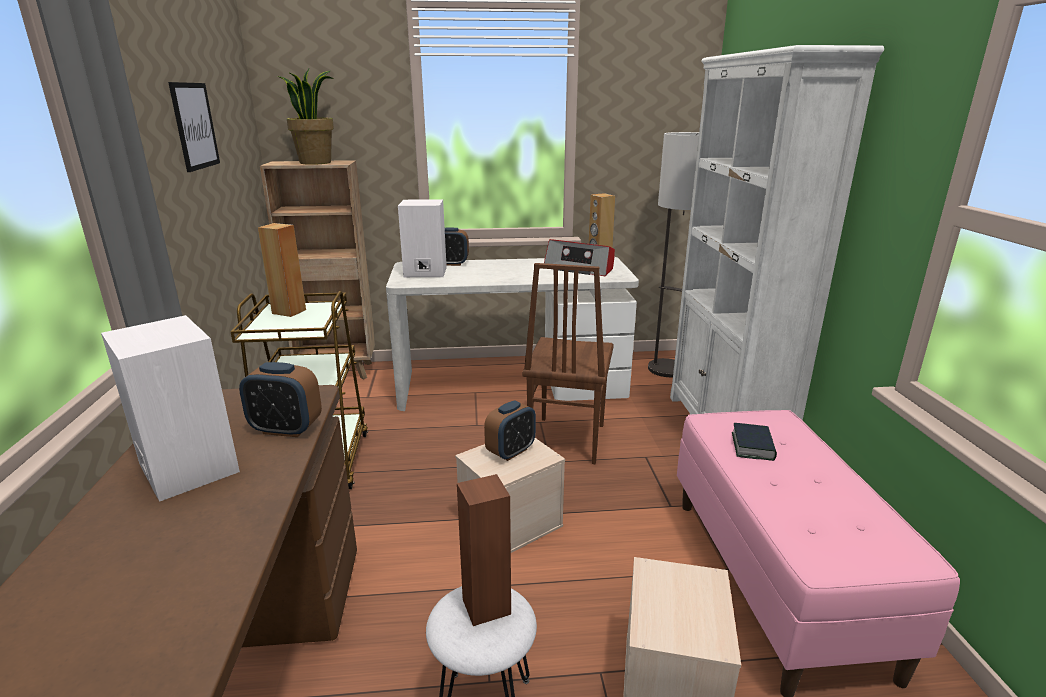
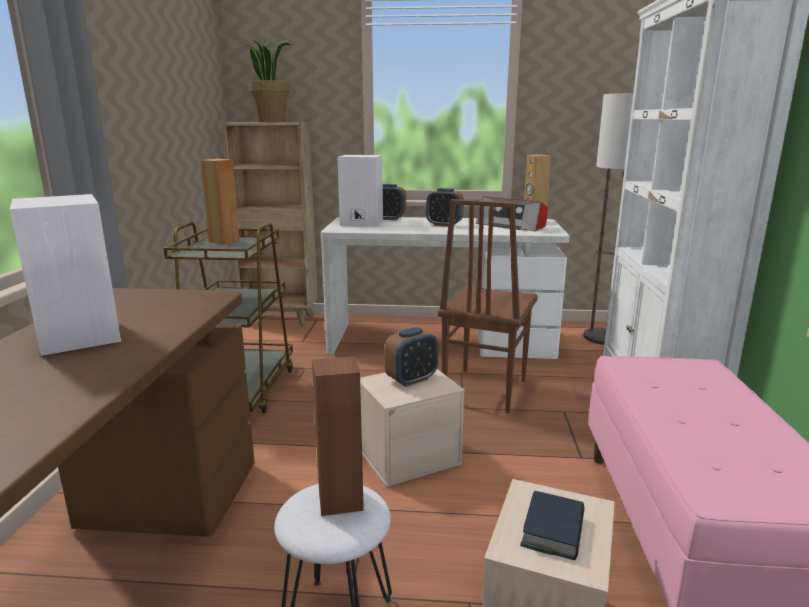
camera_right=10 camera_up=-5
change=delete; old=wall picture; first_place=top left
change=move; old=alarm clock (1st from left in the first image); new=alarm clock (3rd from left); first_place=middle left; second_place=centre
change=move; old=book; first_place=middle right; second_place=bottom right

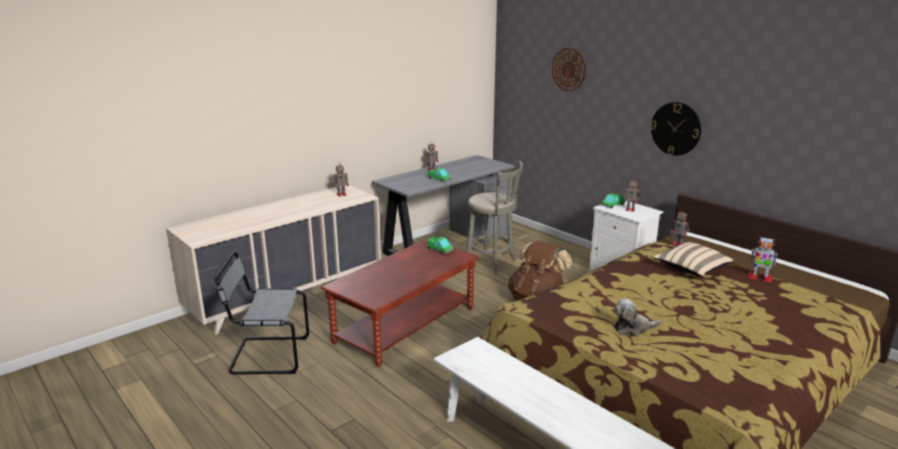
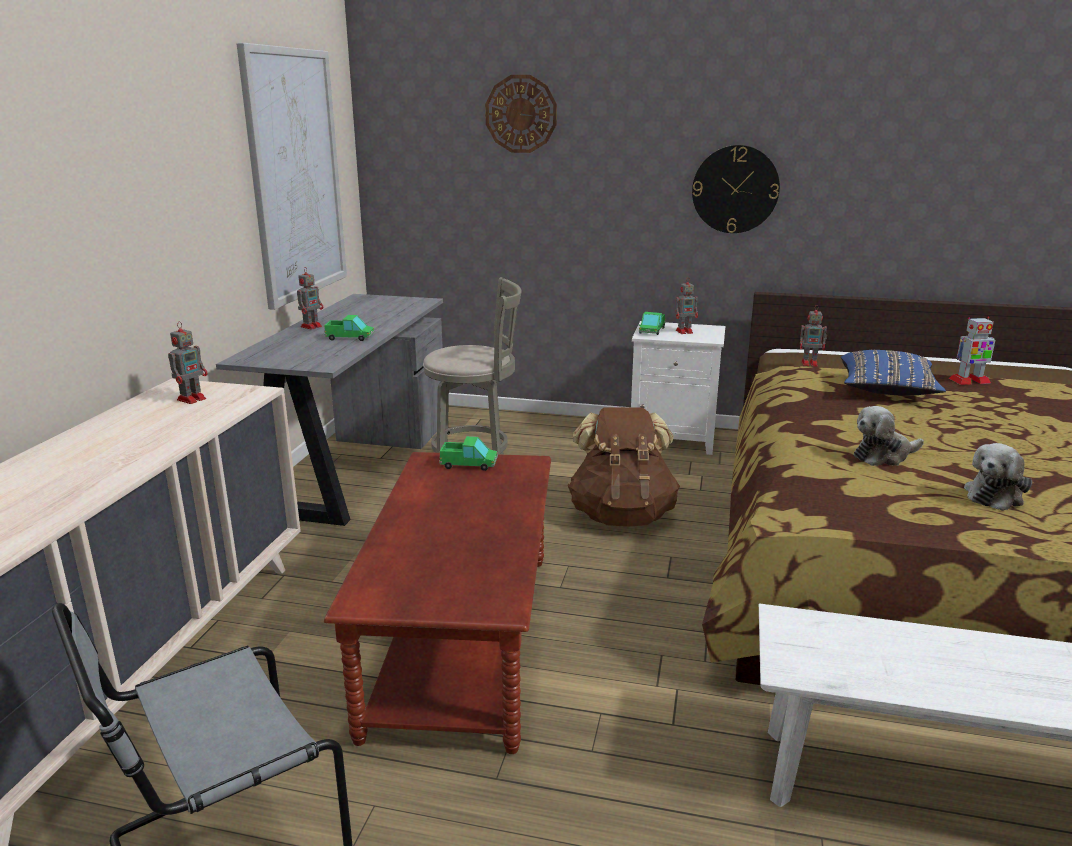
camera_right=-35 camera_up=0
change=insert; new=wall picture; second_place=top left
change=insert; new=soft toy (1st from left); second_place=middle right
change=recolor; old=beige-coloured pillow; new=blue pillow; first_place=middle right; second_place=middle right

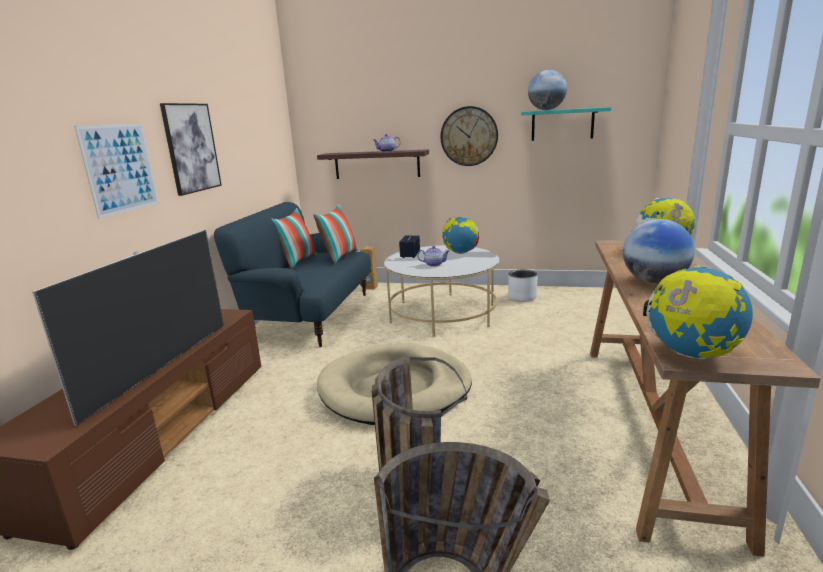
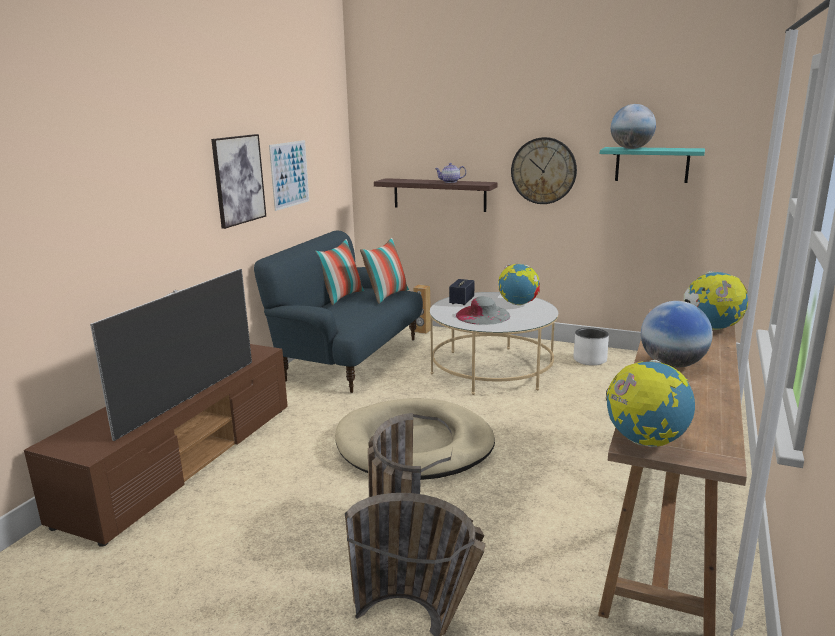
camera_right=10 camera_up=0
change=move; old=wall picture (1st from left in the first image); new=wall picture (2nd from left); first_place=top left; second_place=top centre
change=replace; old=pot for tea (2nd from left); new=grey clothing hat; first_place=centre; second_place=centre

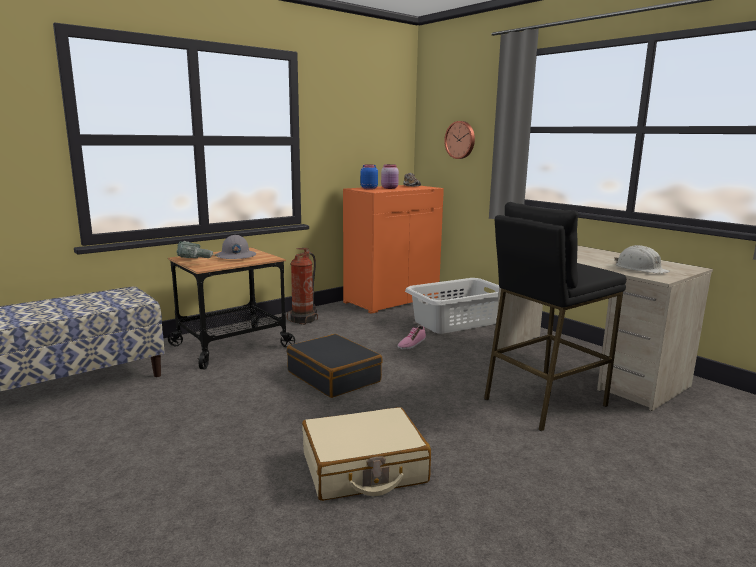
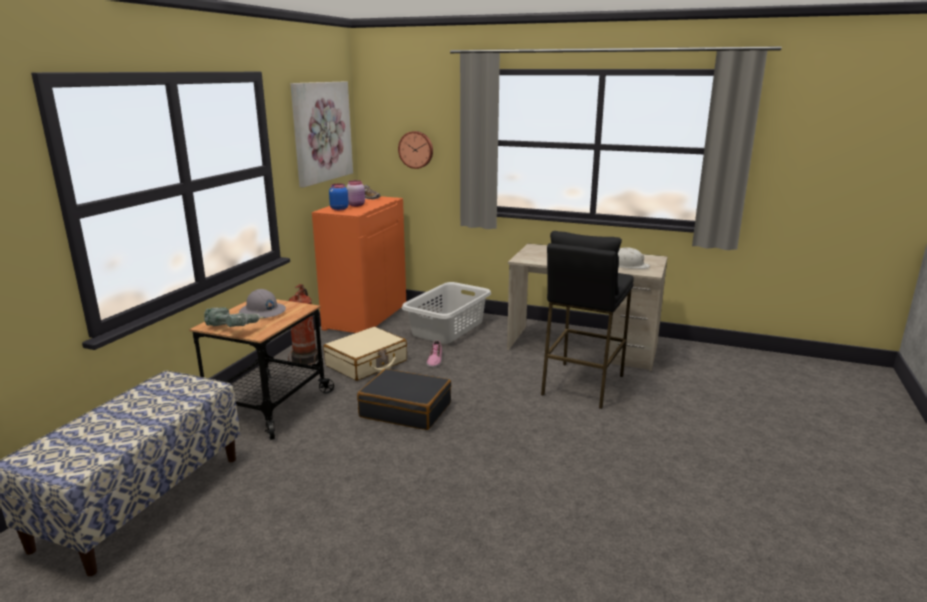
camera_right=-30 camera_up=5
change=insert; new=wall picture; second_place=top centre
change=move; old=beige-coloured piece of luggage; first_place=bottom centre; second_place=centre

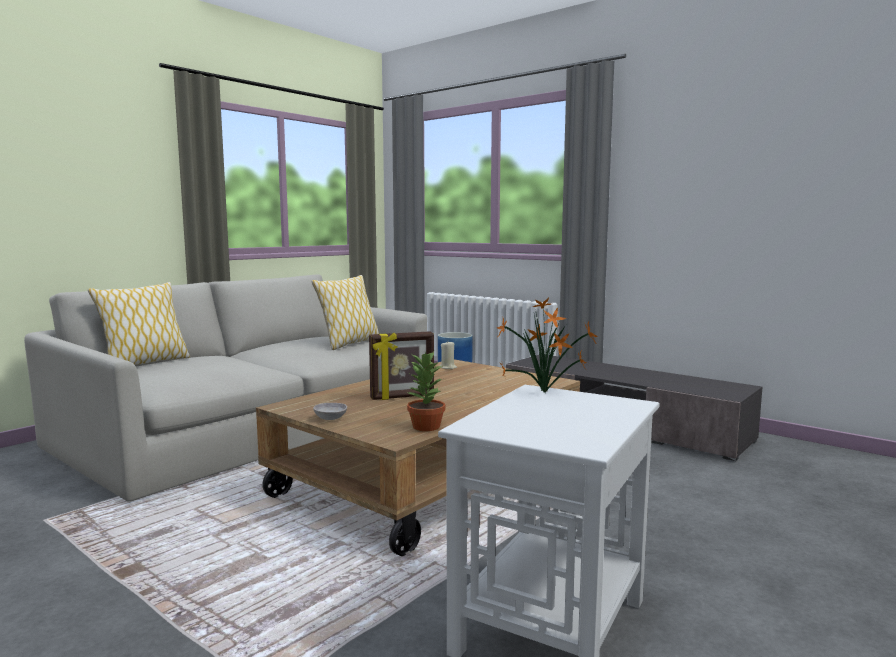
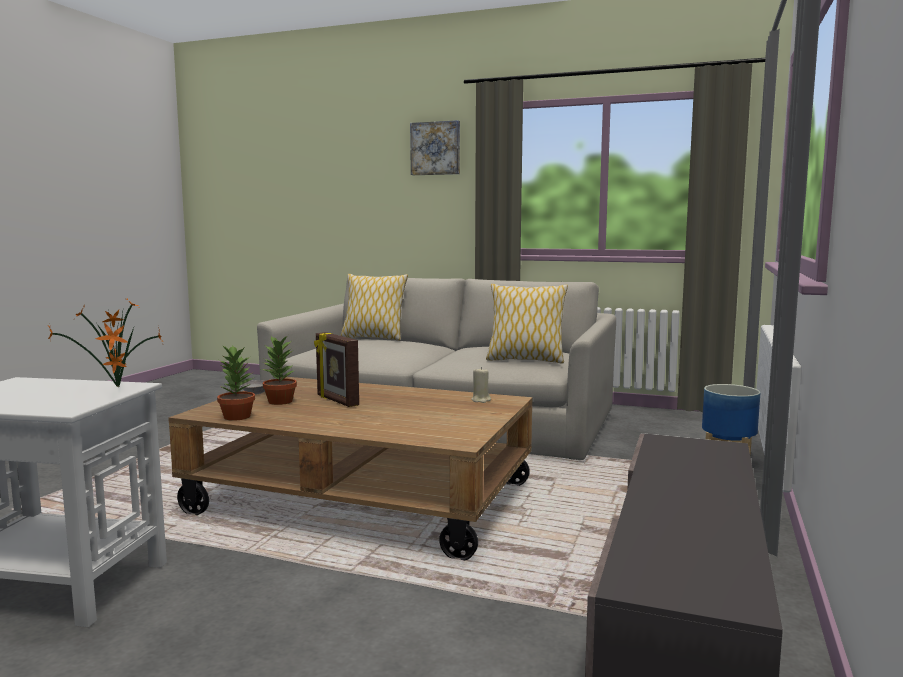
camera_right=70 camera_up=0
change=insert; new=houseplant (3rd from left); second_place=middle left
change=insert; new=wall picture; second_place=top centre

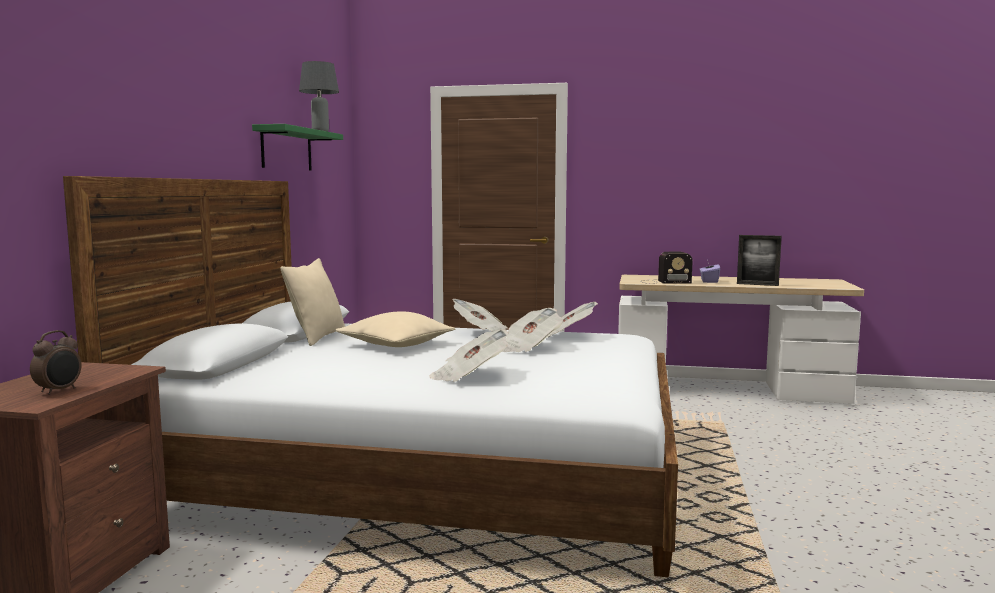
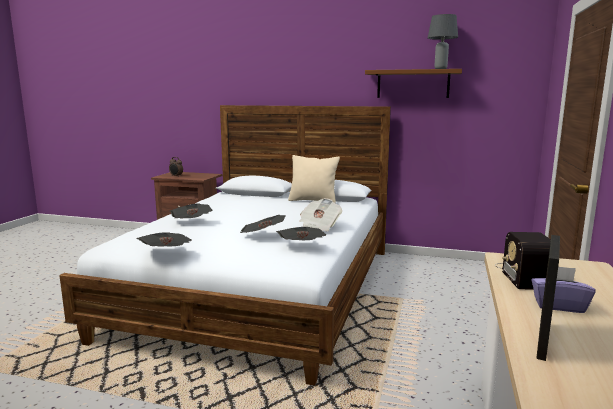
camera_right=95 camera_up=5
change=delete; old=beige-coloured pillow (2nd from left); first_place=centre
change=insert; new=daily paper (1st from left); second_place=middle left
change=recolor; old=green-coloured wall shelf; new=brownish wall shelf; first_place=top left; second_place=top right

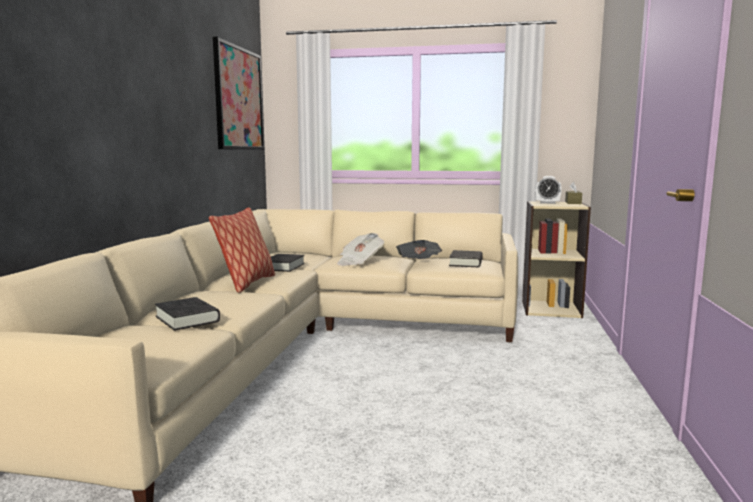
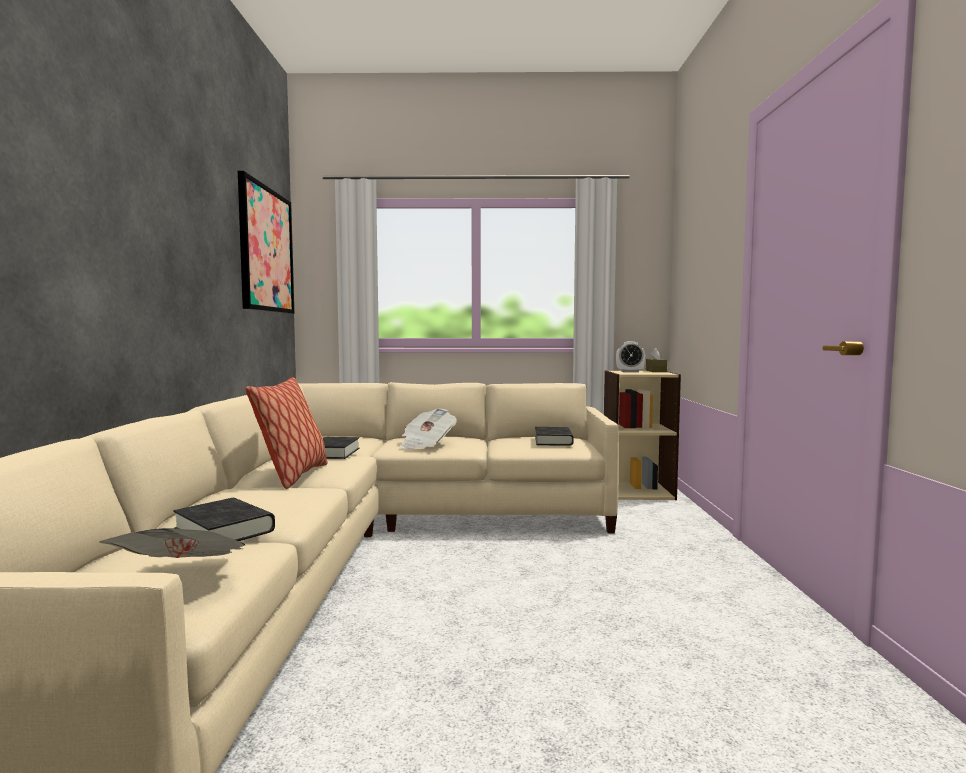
camera_right=-10 camera_up=-5
change=move; old=daily paper (2nd from left in the first image); new=daily paper (1st from left); first_place=centre; second_place=bottom left

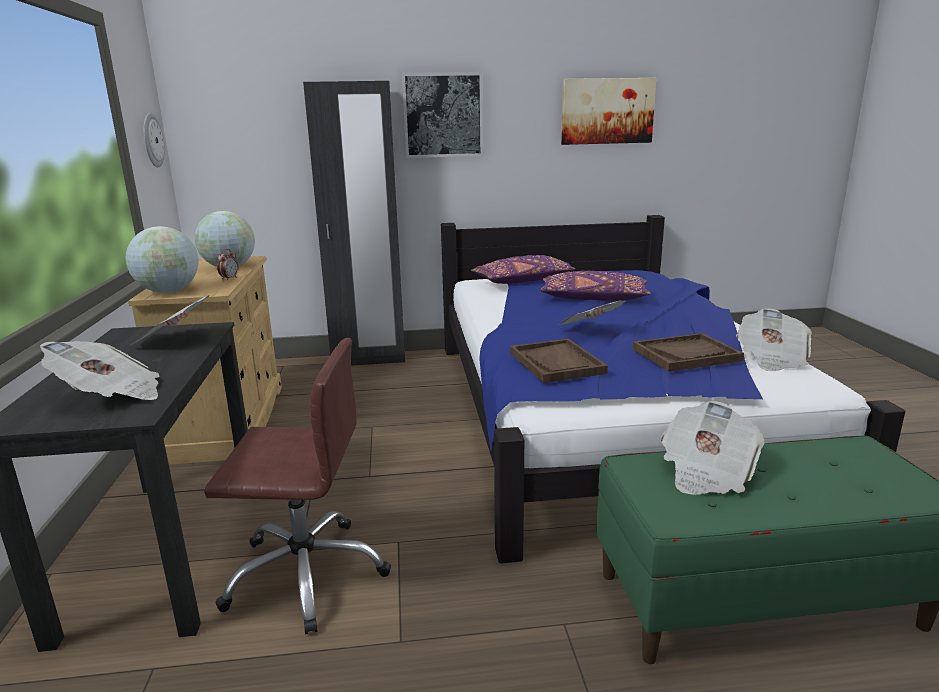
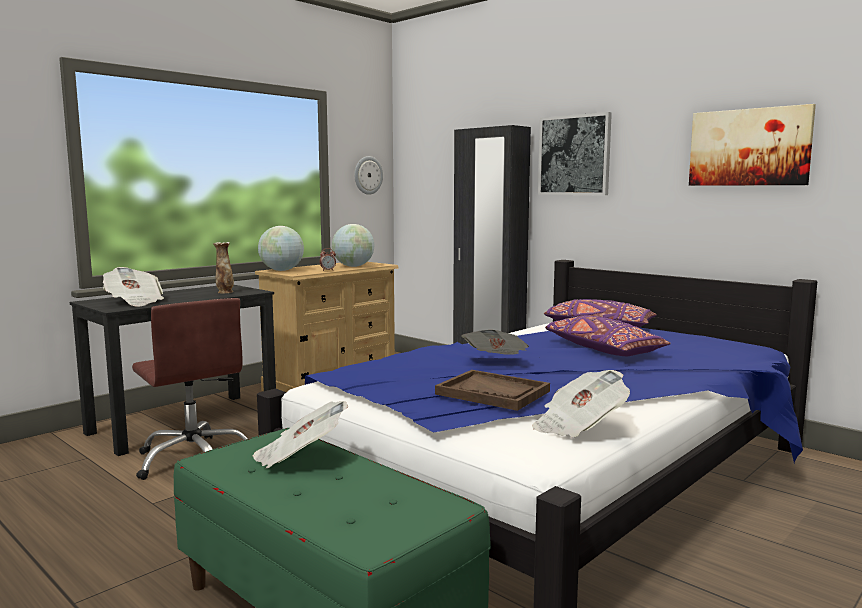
camera_right=50 camera_up=-10
change=delete; old=brownish serving tray (1st from left); first_place=centre
change=replace; old=daily paper (2nd from left); new=flower vase; first_place=middle left; second_place=middle left

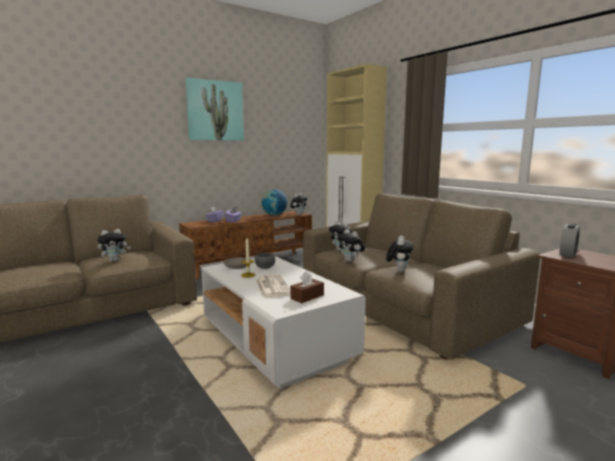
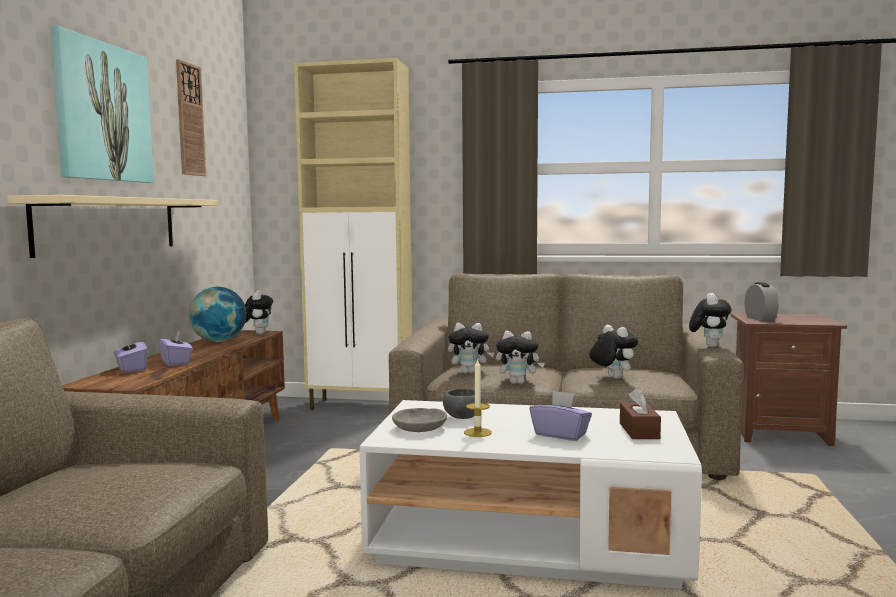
camera_right=-45 camera_up=-5
change=insert; new=beige-coloured wall shelf; second_place=middle left
change=insert; new=hanging clock; second_place=top left
change=move; old=soft toy (1st from left in the first image); new=soft toy (5th from left); first_place=middle left; second_place=middle right
change=replace; old=daily paper; new=purplish tissue box (3rd from left); first_place=centre; second_place=bottom centre

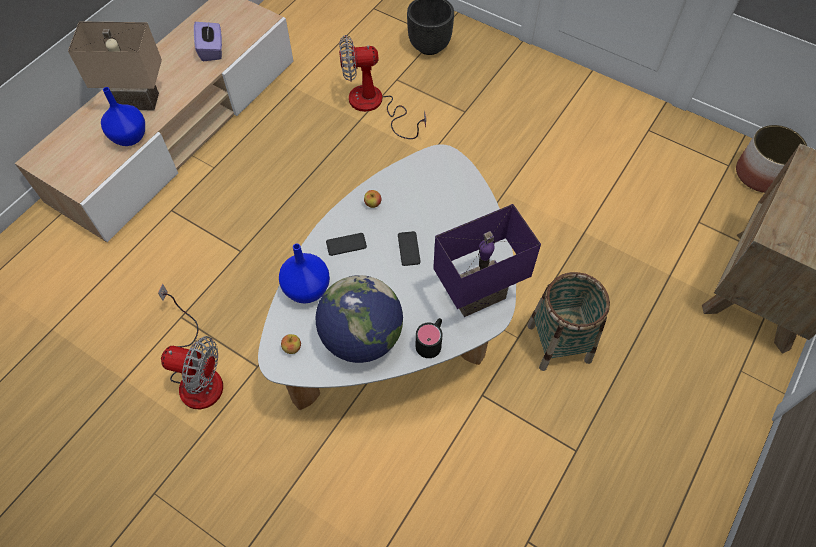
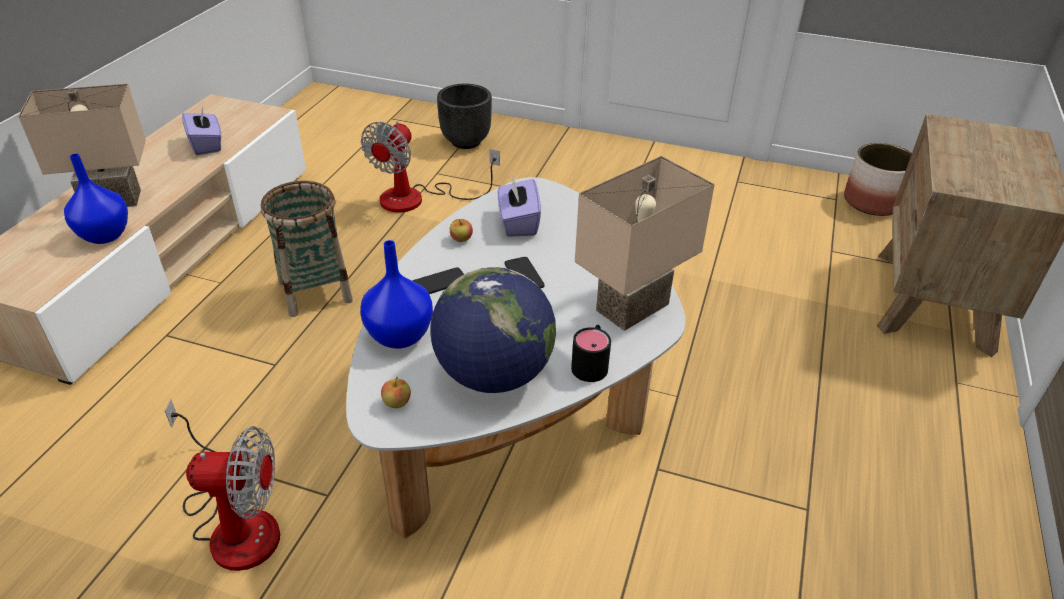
camera_right=-15 camera_up=-20
change=insert; new=purplish tissue box (2nd from left); second_place=centre
change=move; old=basket; first_place=middle right; second_place=middle left
change=recolor; old=purplish lamp for a table; new=beige-coloured lamp for a table (2nd from left); first_place=centre; second_place=centre
change=rotate; old=electric fan (2nd from left); first_place=top centre; second_place=top centre; degrees=-45

